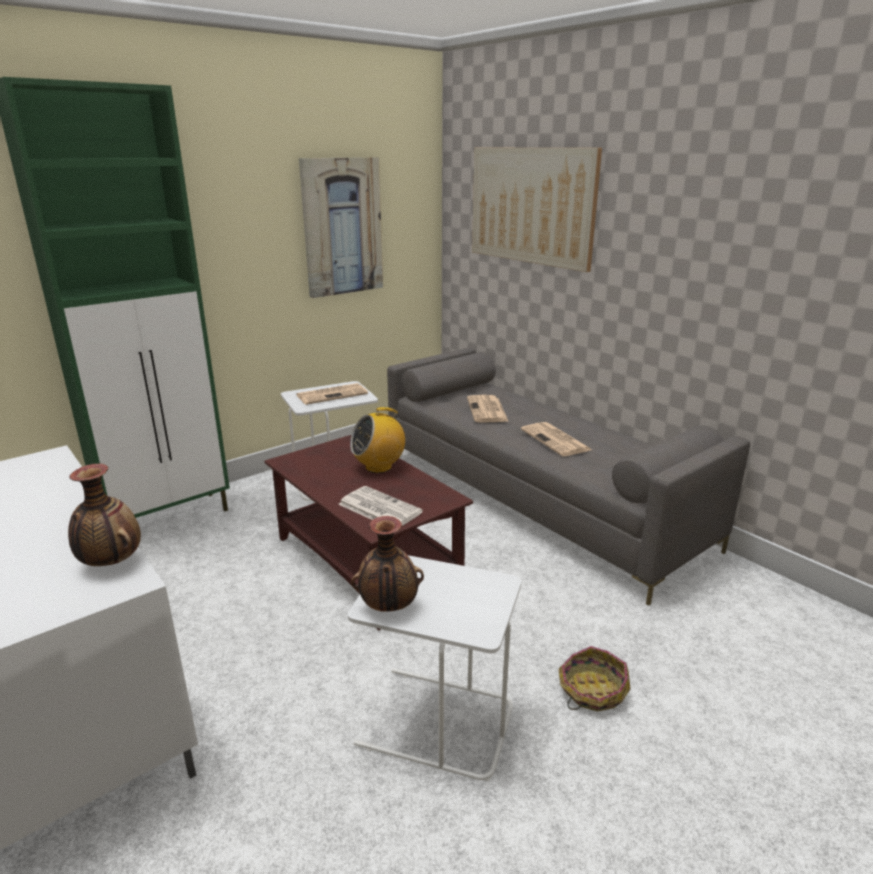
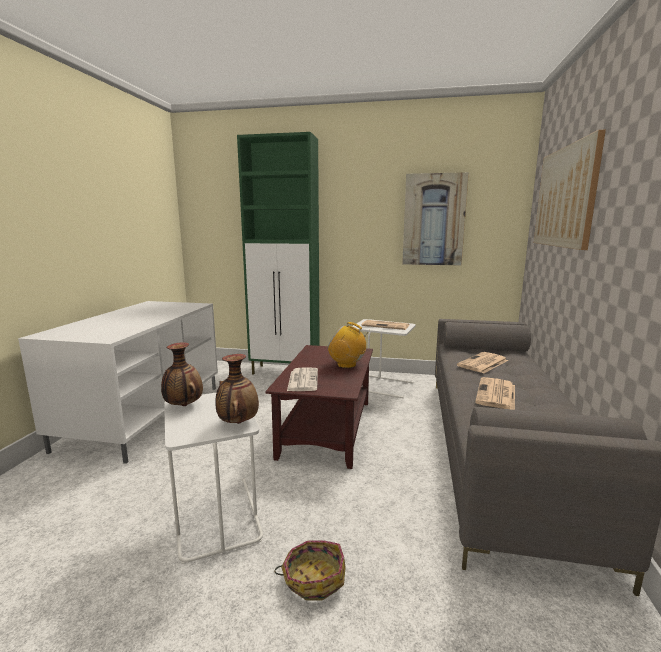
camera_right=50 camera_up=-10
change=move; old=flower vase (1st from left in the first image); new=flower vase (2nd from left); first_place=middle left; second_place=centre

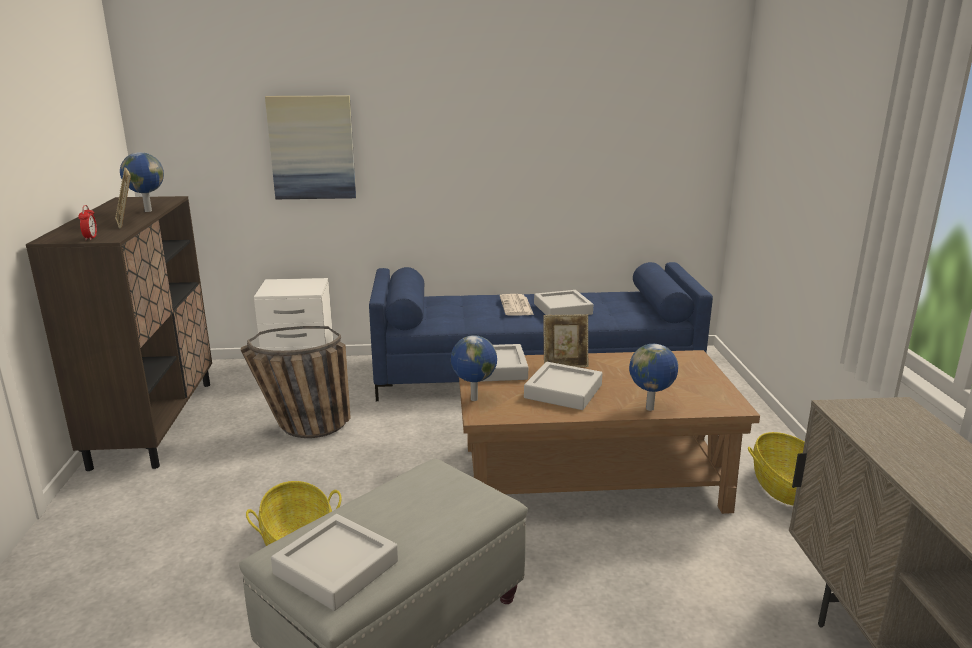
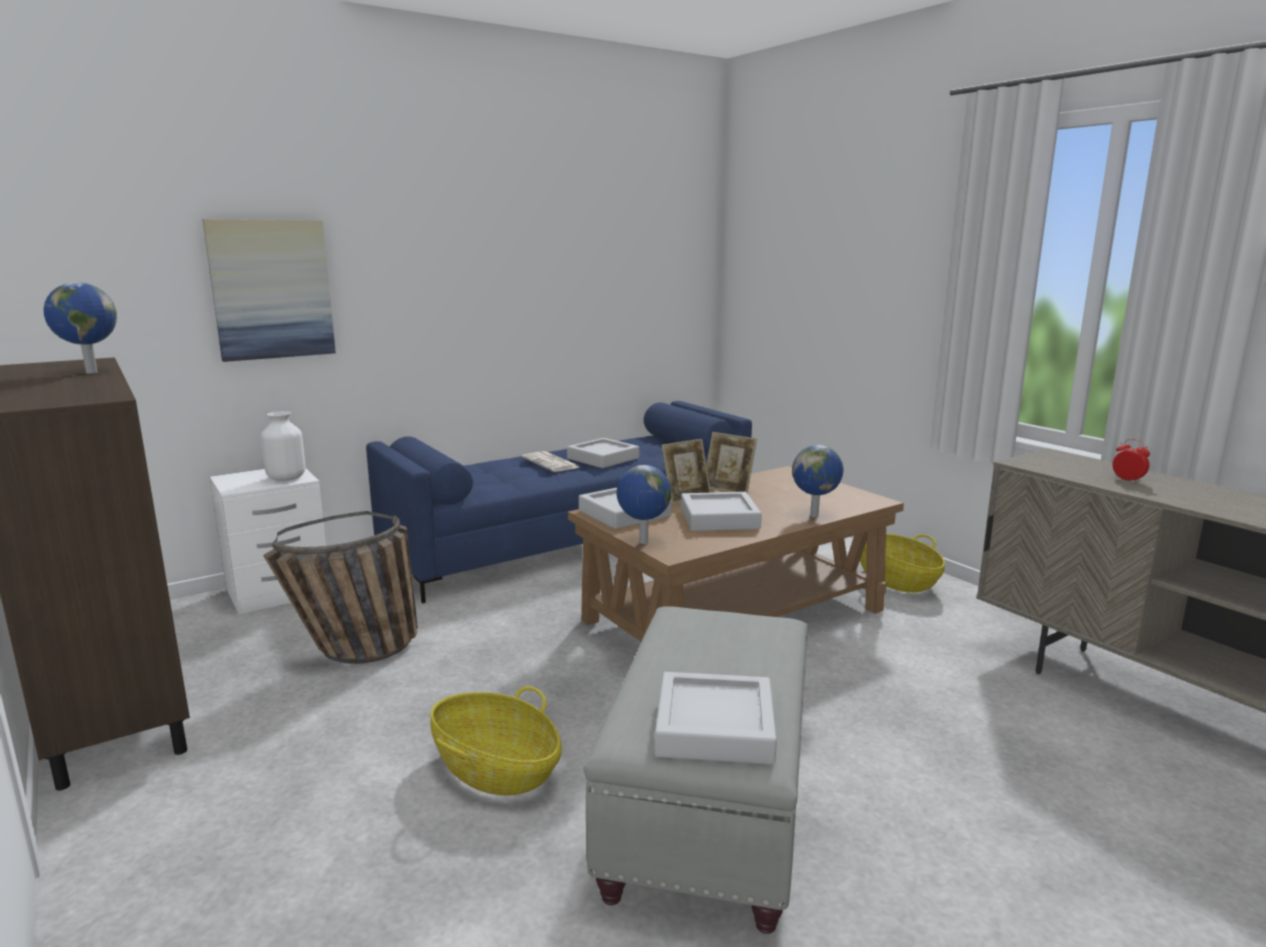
camera_right=-30 camera_up=-5
change=insert; new=white flower vase; second_place=middle left
change=move; old=alarm clock; first_place=middle left; second_place=middle right
change=move; old=photo frame (1st from left in the first image); new=photo frame (2nd from left); first_place=top left; second_place=centre

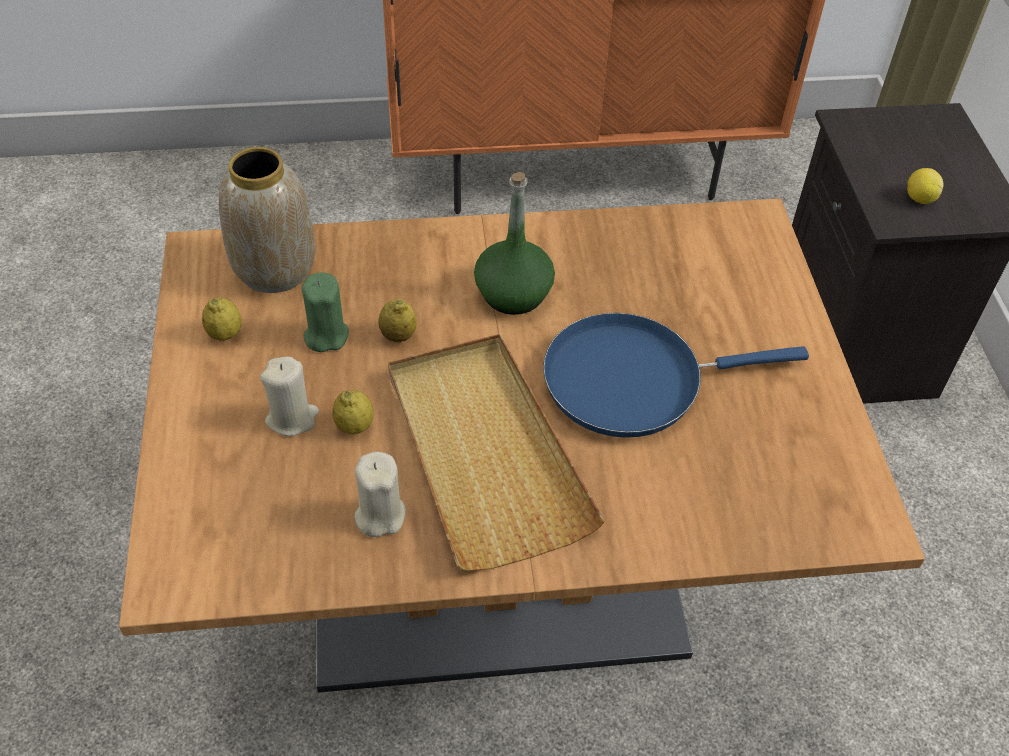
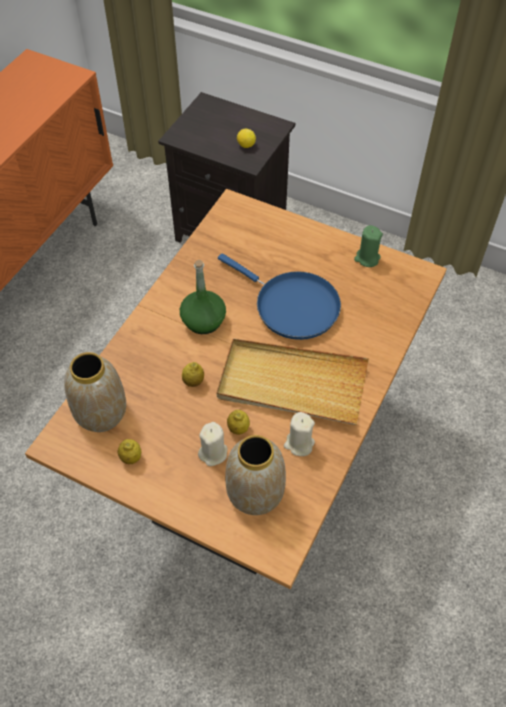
camera_right=-55 camera_up=5
change=insert; new=flower vase (2nd from left); second_place=bottom centre
change=move; old=green-coloured candle; first_place=middle left; second_place=middle right
change=rotate; old=blue frying pan; first_place=middle right; second_place=centre; degrees=-75

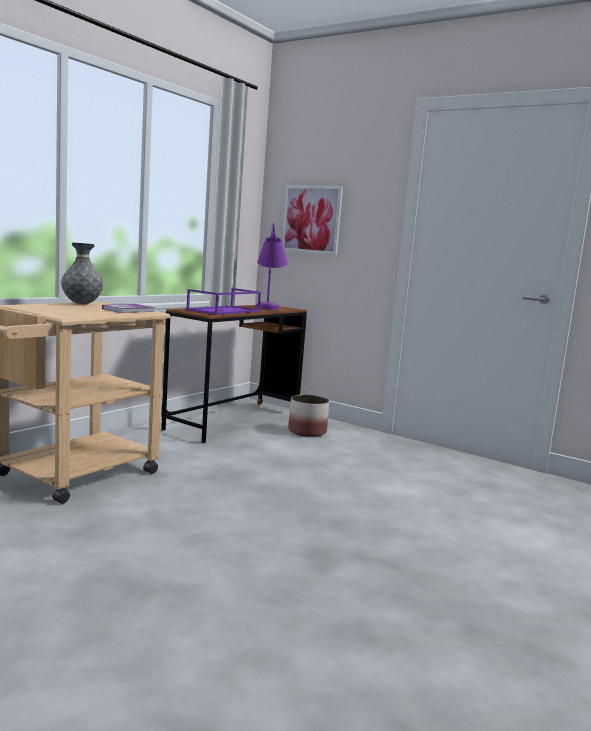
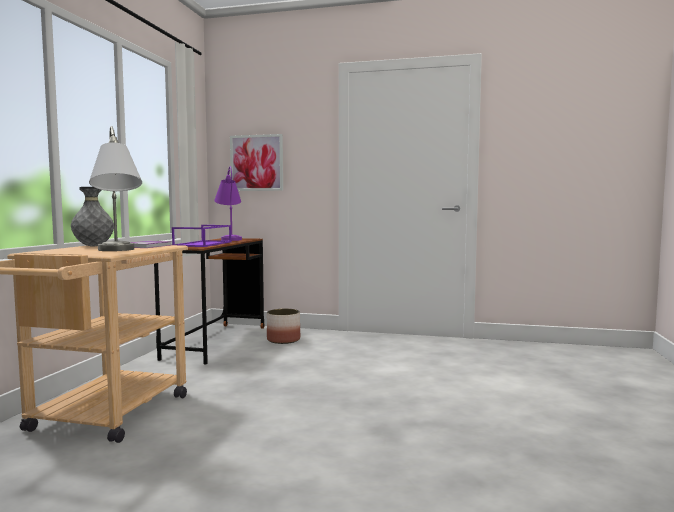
camera_right=-20 camera_up=-5
change=insert; new=grey lamp for a table; second_place=middle left

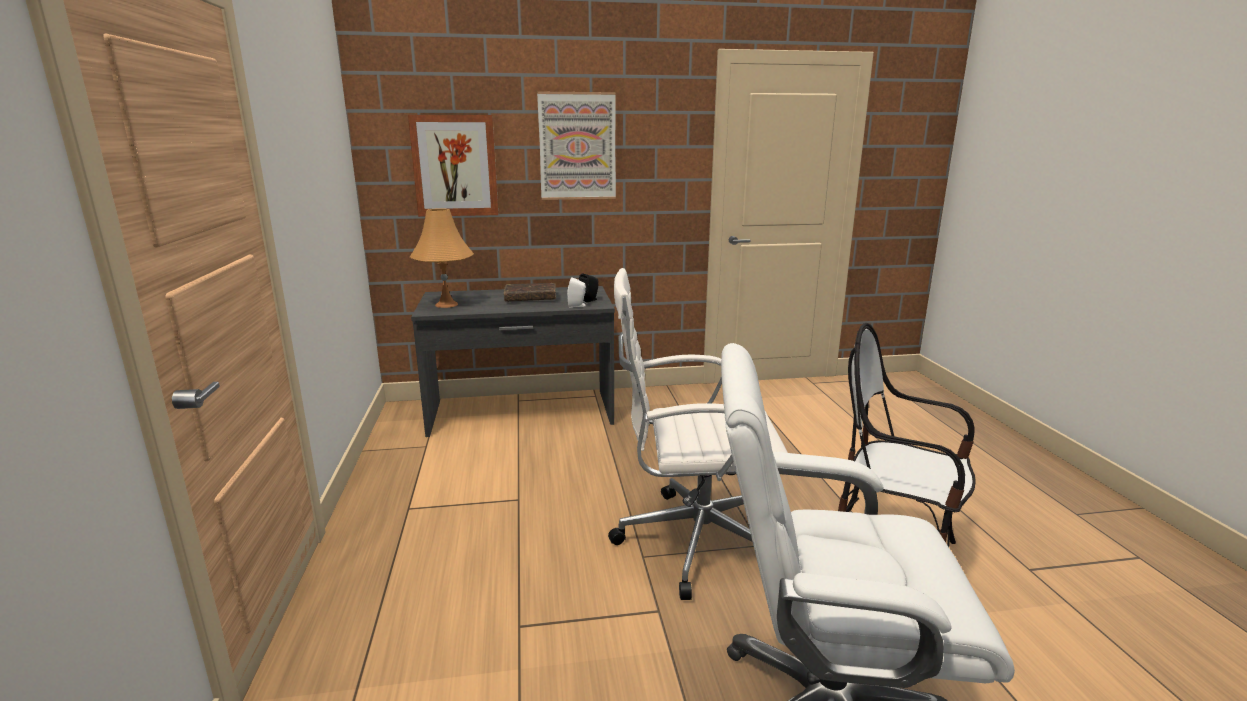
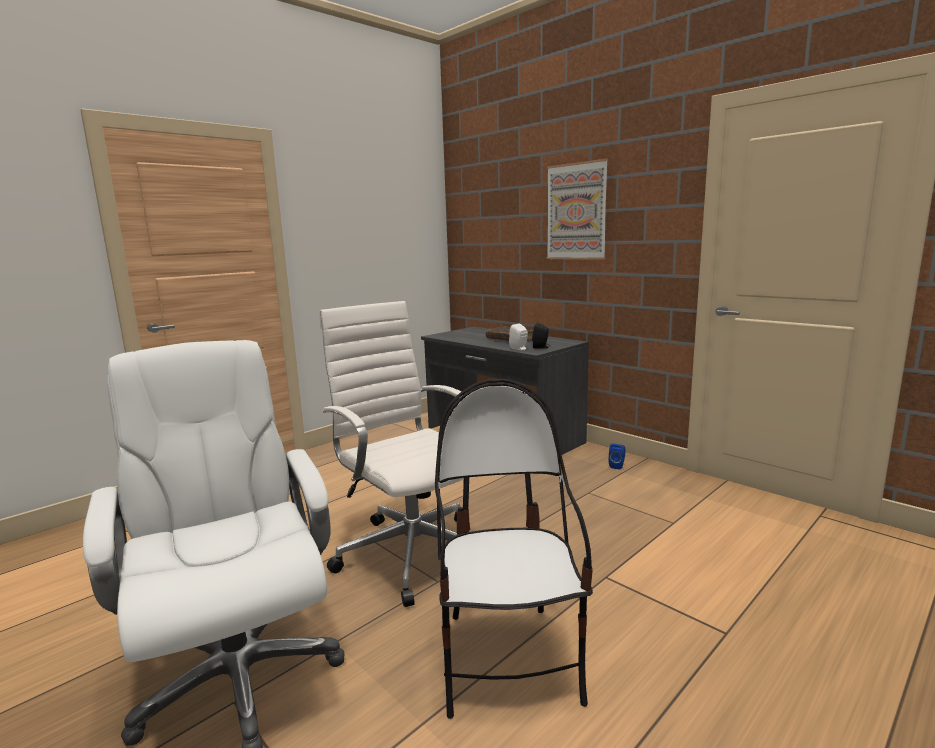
camera_right=55 camera_up=-5
change=delete; old=wall picture (1st from left); first_place=top centre
change=delete; old=orangey lamp for a table; first_place=centre
change=insert; new=blue audio speaker; second_place=centre

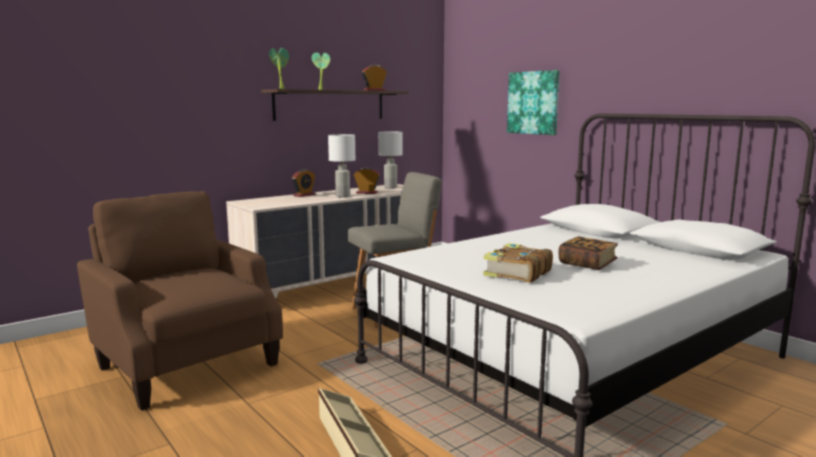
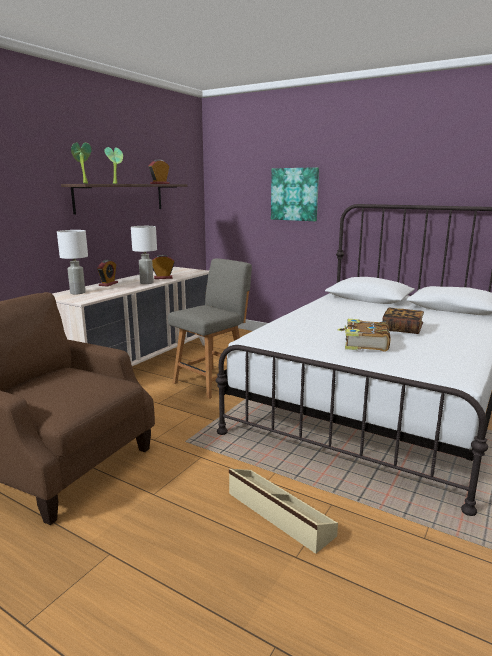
camera_right=-20 camera_up=5
change=move; old=white lamp for a table (2nd from left in the first image); new=white lamp for a table (1st from left); first_place=centre; second_place=middle left

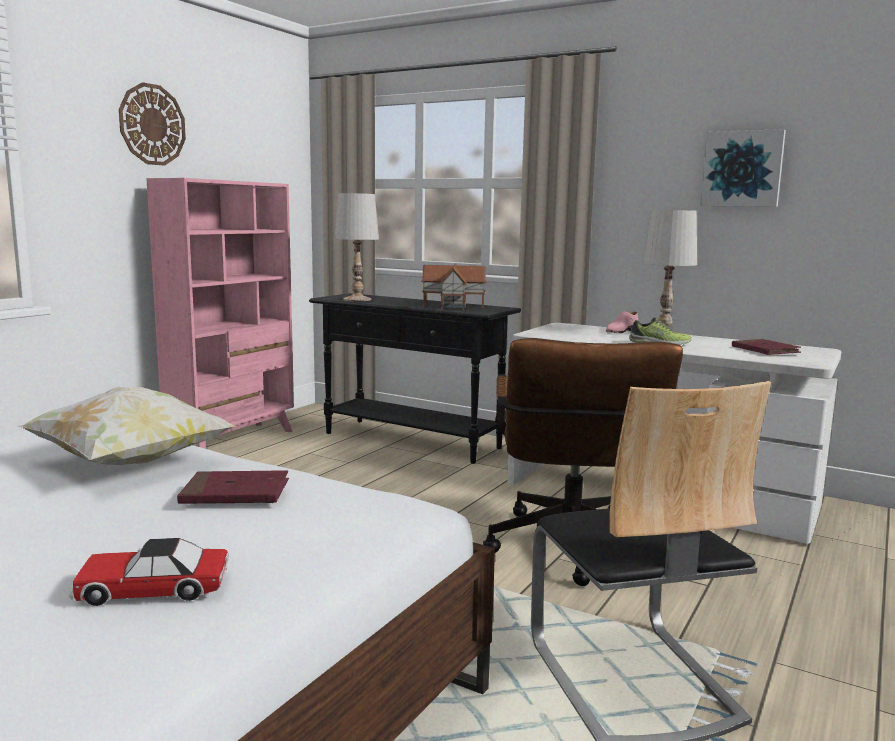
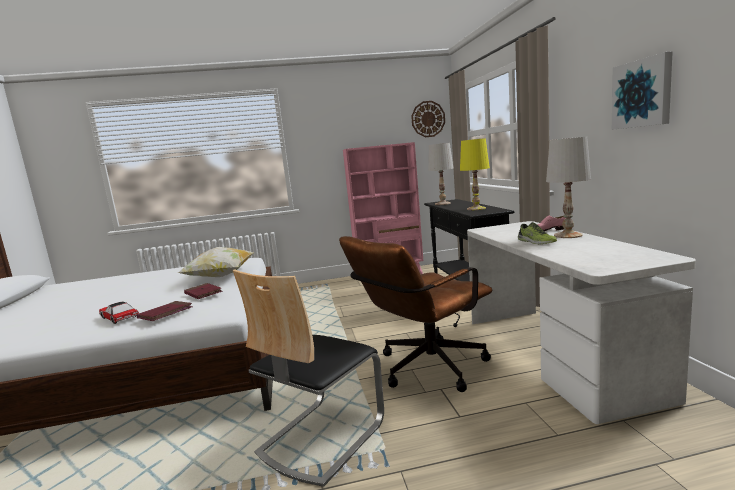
camera_right=50 camera_up=0
change=move; old=hanging clock; first_place=top left; second_place=top centre
change=move; old=red book (2nd from left in the first image); new=red book (1st from left); first_place=middle right; second_place=middle left
change=replace; old=toy house; new=yellowish lamp for a table; first_place=centre; second_place=centre

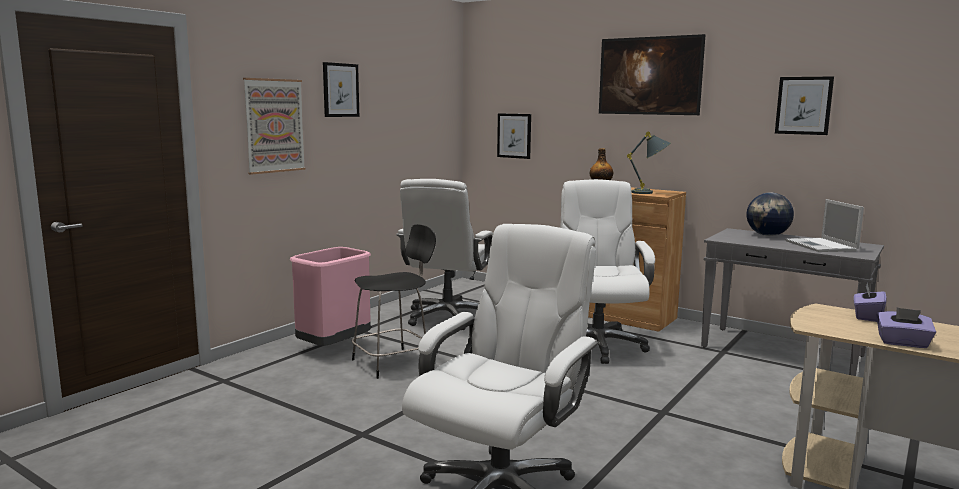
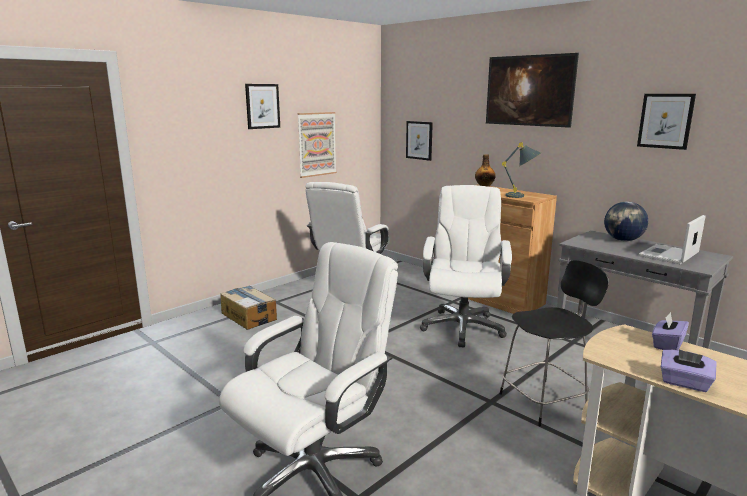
camera_right=10 camera_up=5
change=move; old=wall picture (1st from left in the first image); new=wall picture (2nd from left); first_place=top left; second_place=top centre
change=move; old=black chair; first_place=centre; second_place=bottom right
change=replace; old=pink-coloured trash can; new=cardboard box; first_place=centre; second_place=centre
change=rotate; old=laptop; first_place=middle right; second_place=middle right; degrees=45

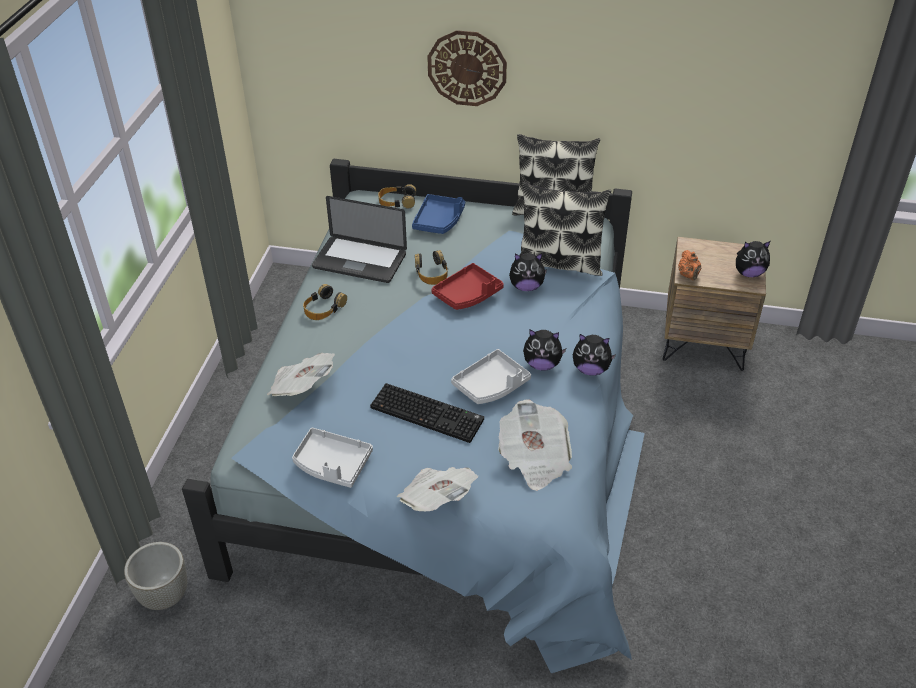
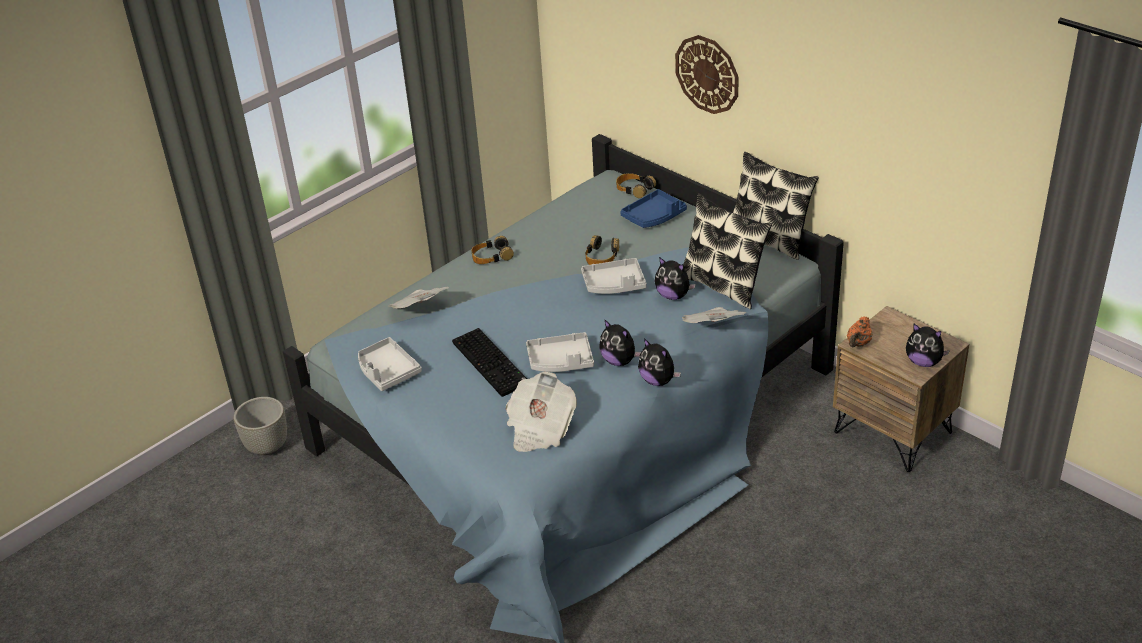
camera_right=35 camera_up=-5
change=delete; old=laptop; first_place=centre
change=move; old=daily paper (2nd from left in the first image); new=daily paper (3rd from left); first_place=bottom centre; second_place=centre
change=recolor; old=red serving tray; new=grey serving tray (3rd from left); first_place=centre; second_place=centre

